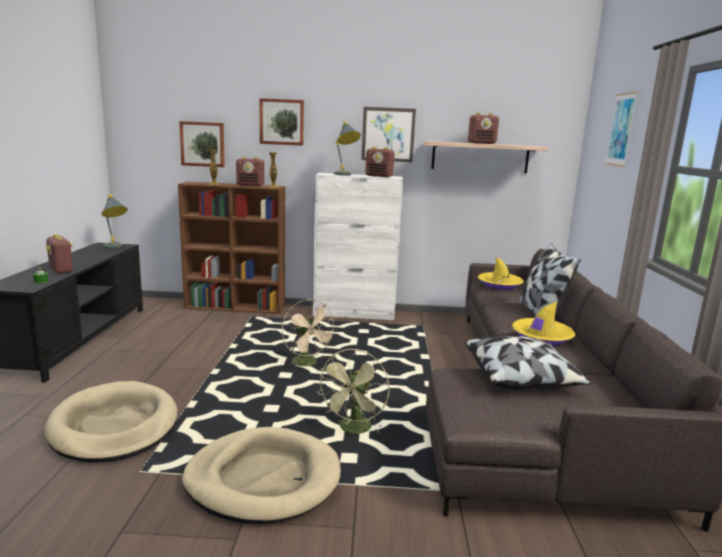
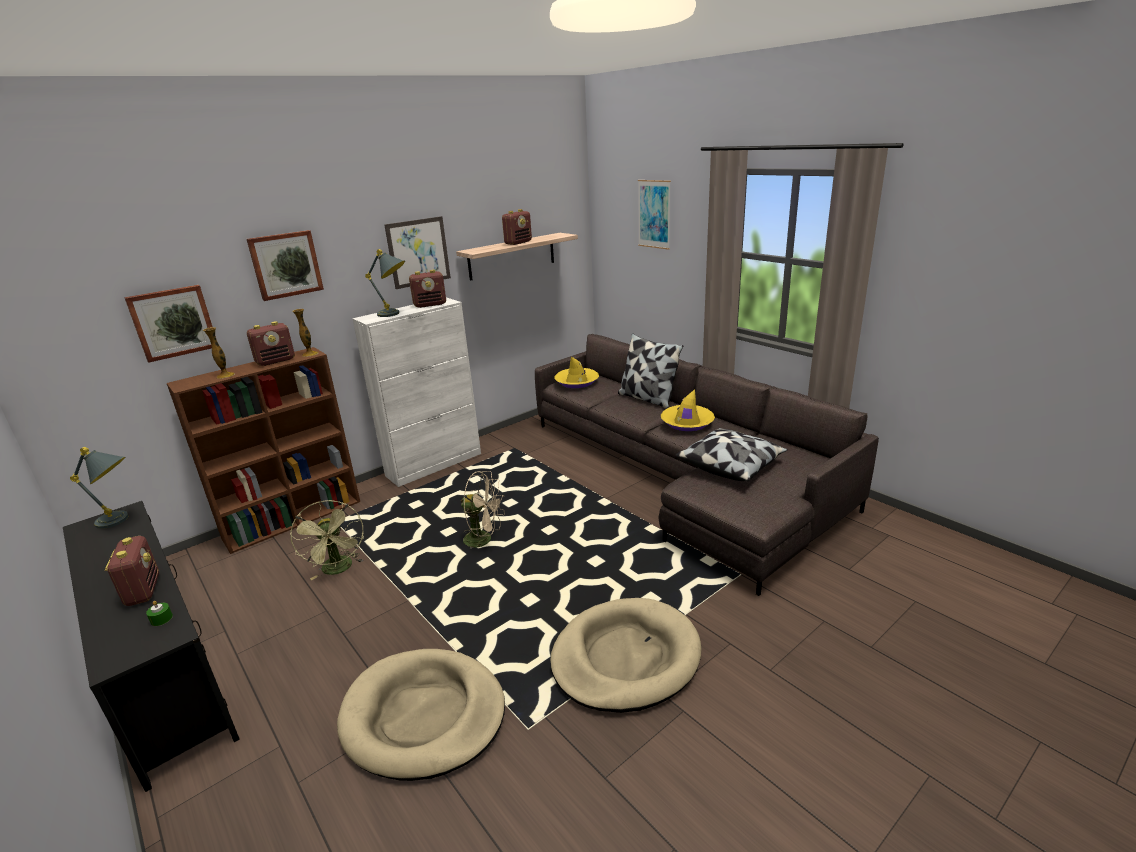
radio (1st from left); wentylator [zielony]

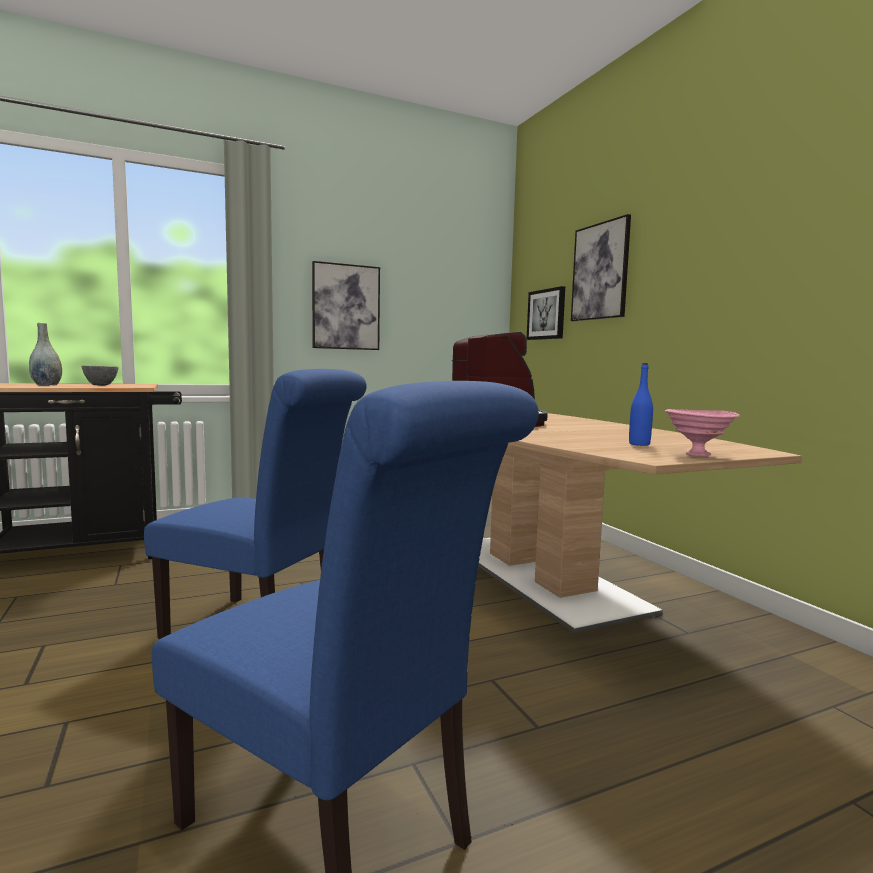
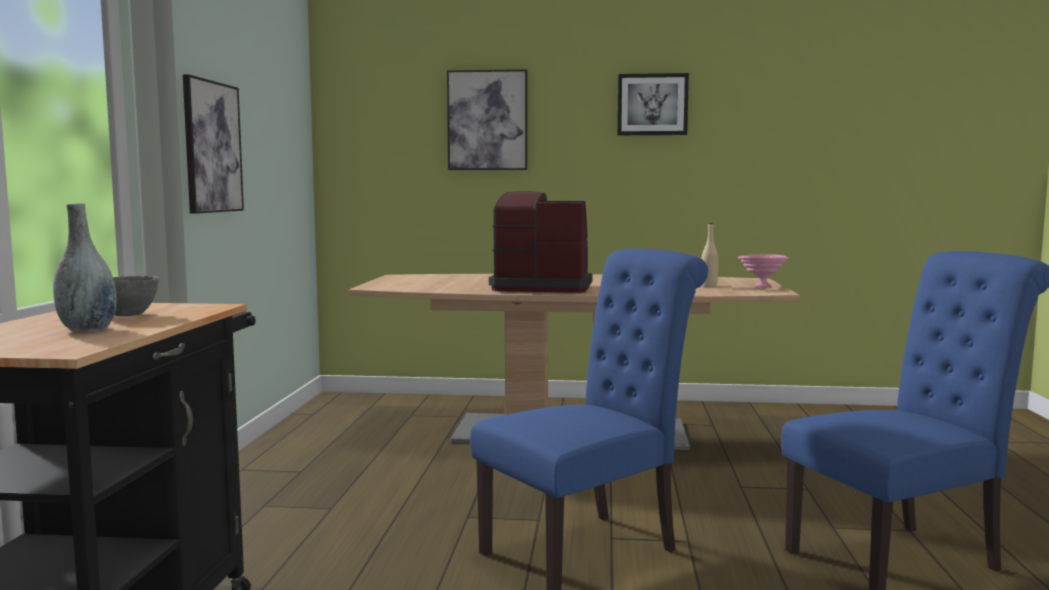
obraz (3rd from left); butelka [beżowy]

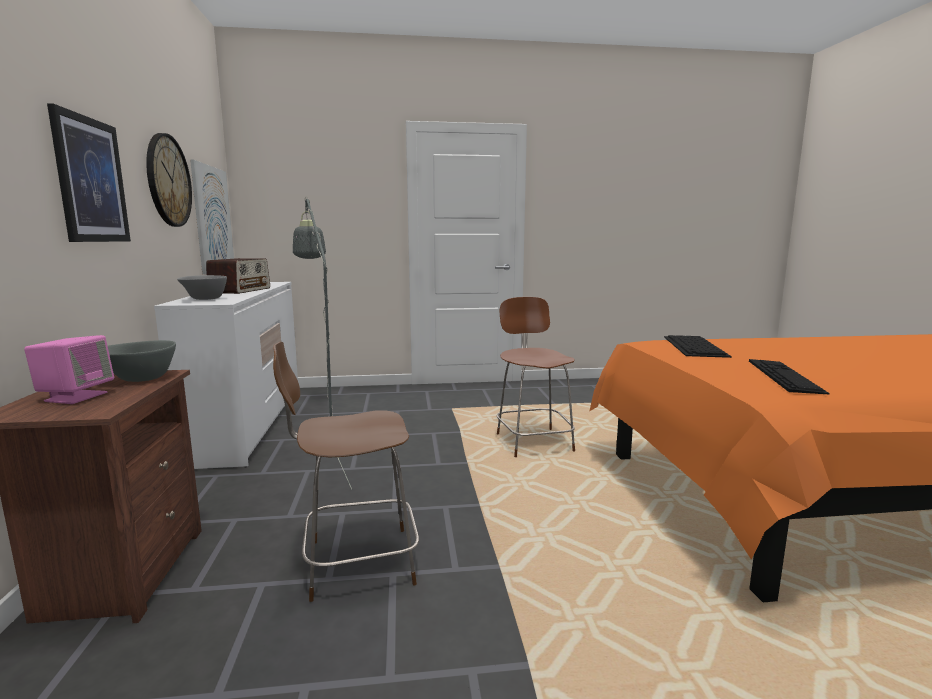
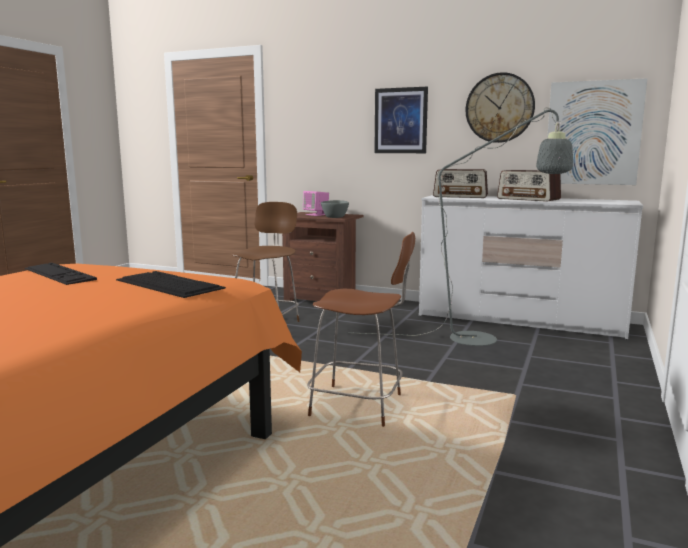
radio (1st from left)

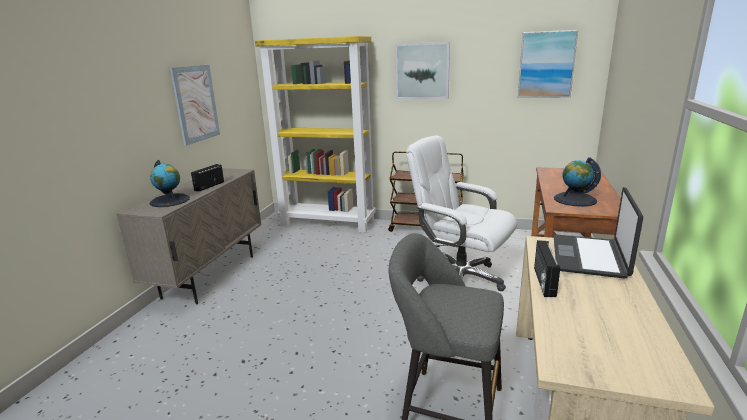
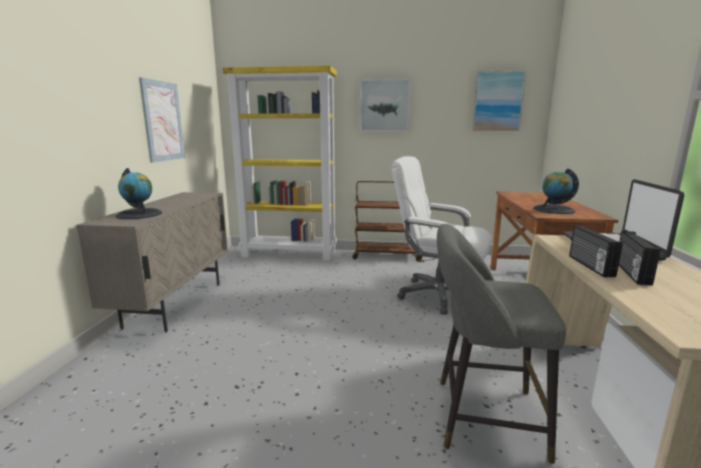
radio (2nd from left)

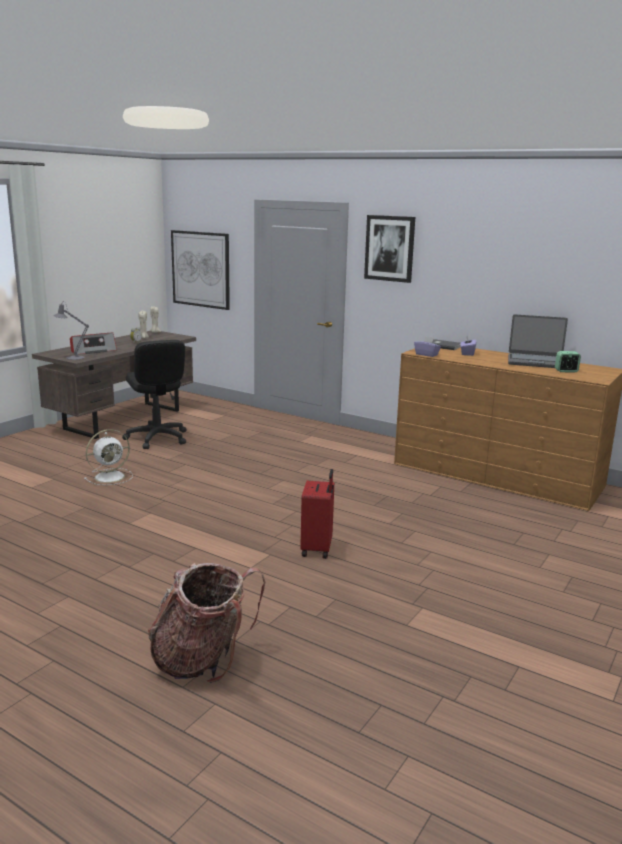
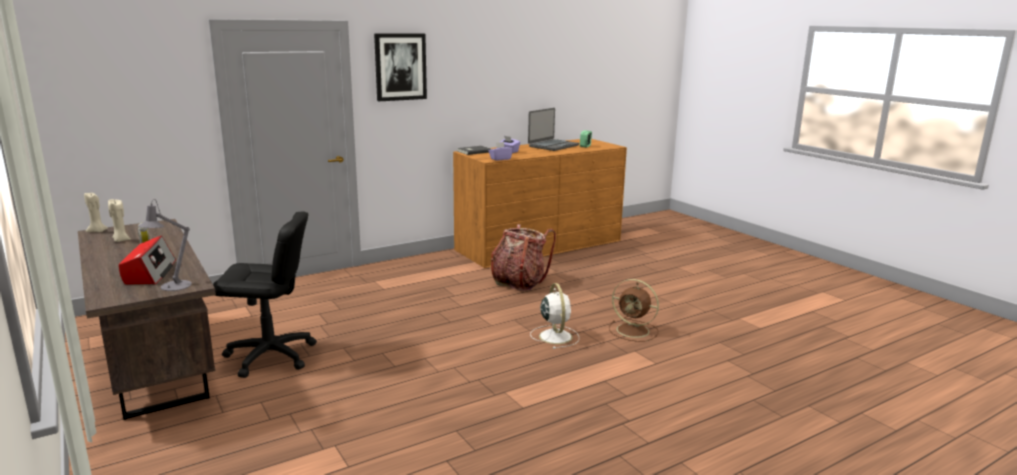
plecak; wentylator [biały]; wentylator [brązowy]; obraz (1st from left in the first image)

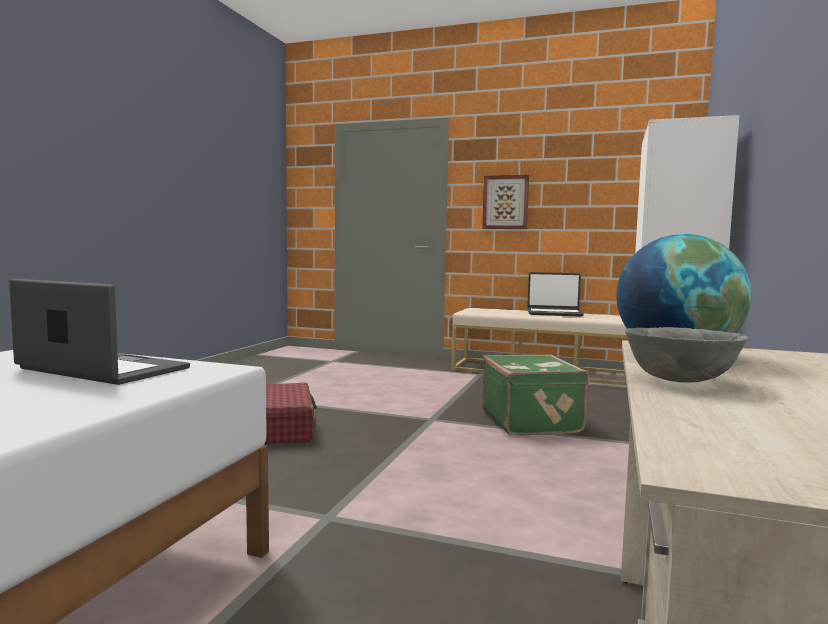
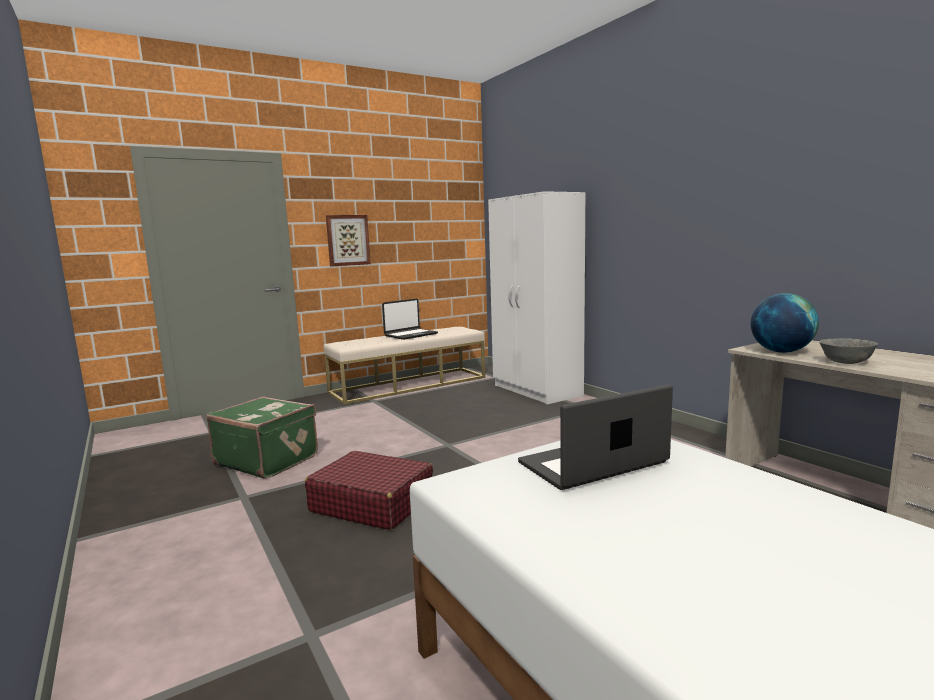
walizka [zielony]

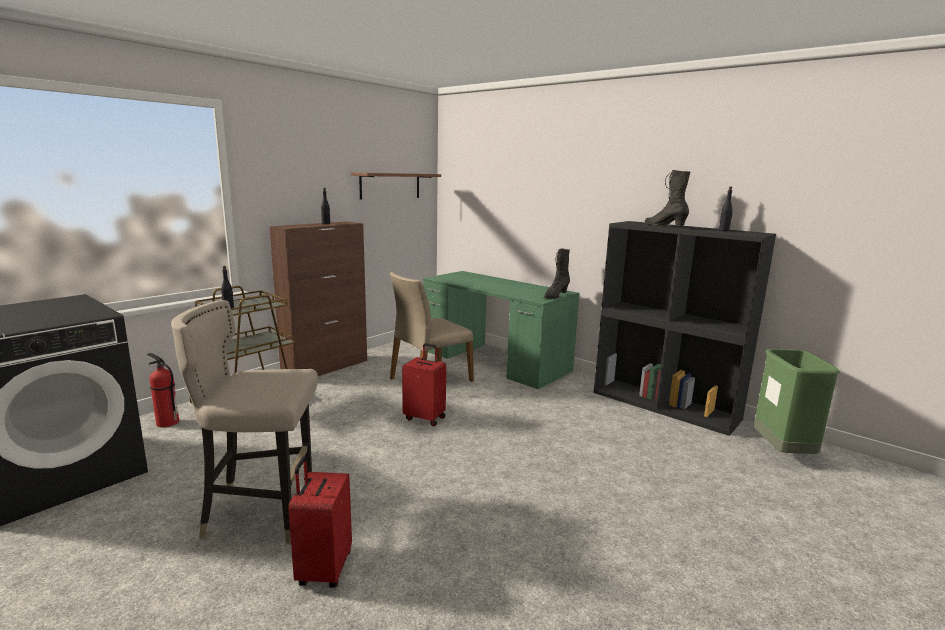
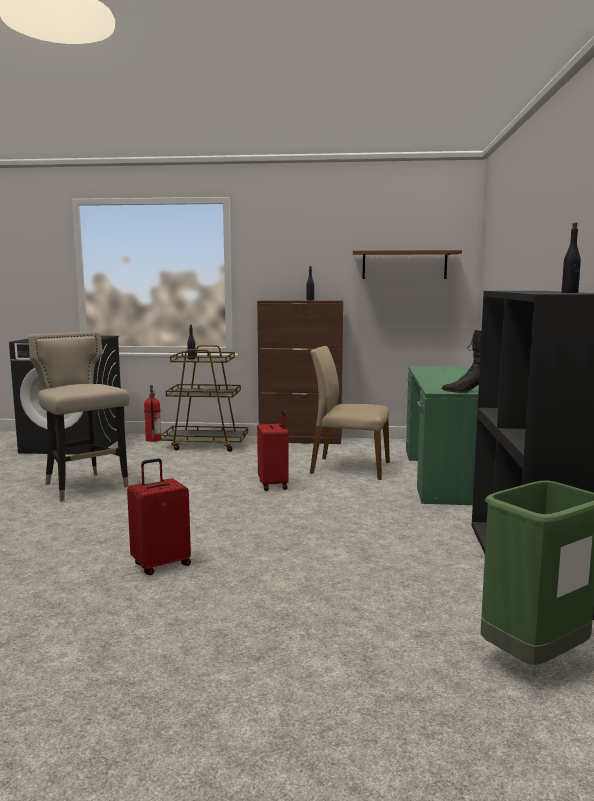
walizka [czerwony] (1st from left); but z cholewką [czarny] (2nd from left in the first image)

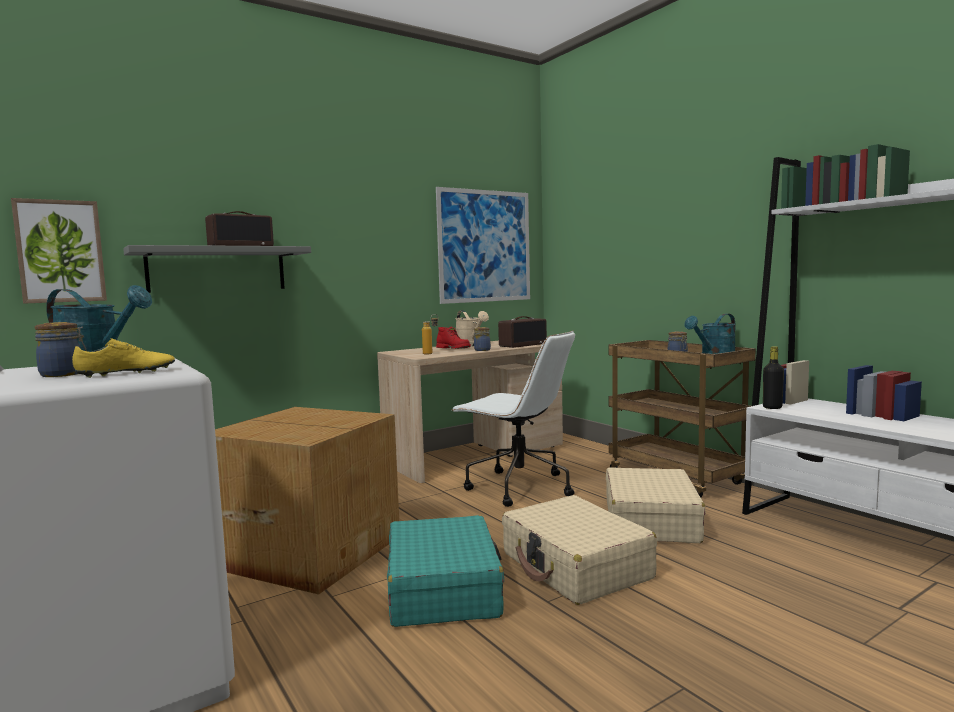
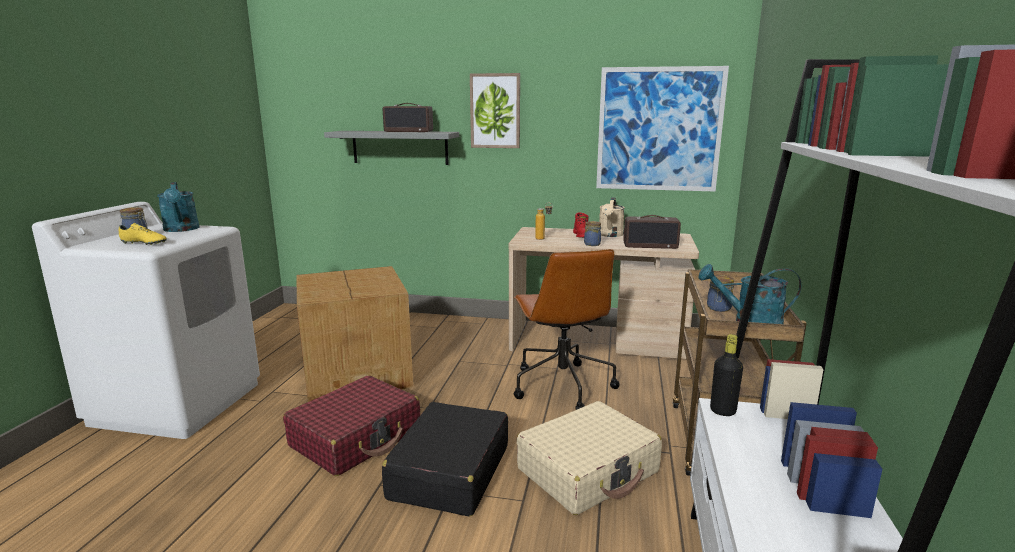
walizka [czerwony]; walizka [czarny]; obraz (1st from left); krzesło biurowe [brązowy]

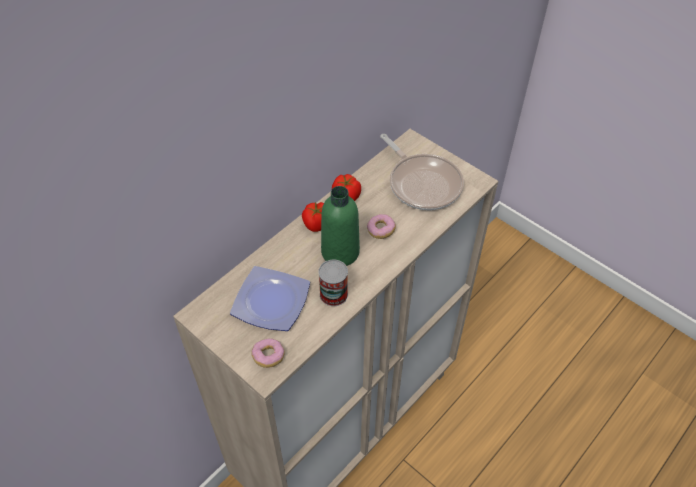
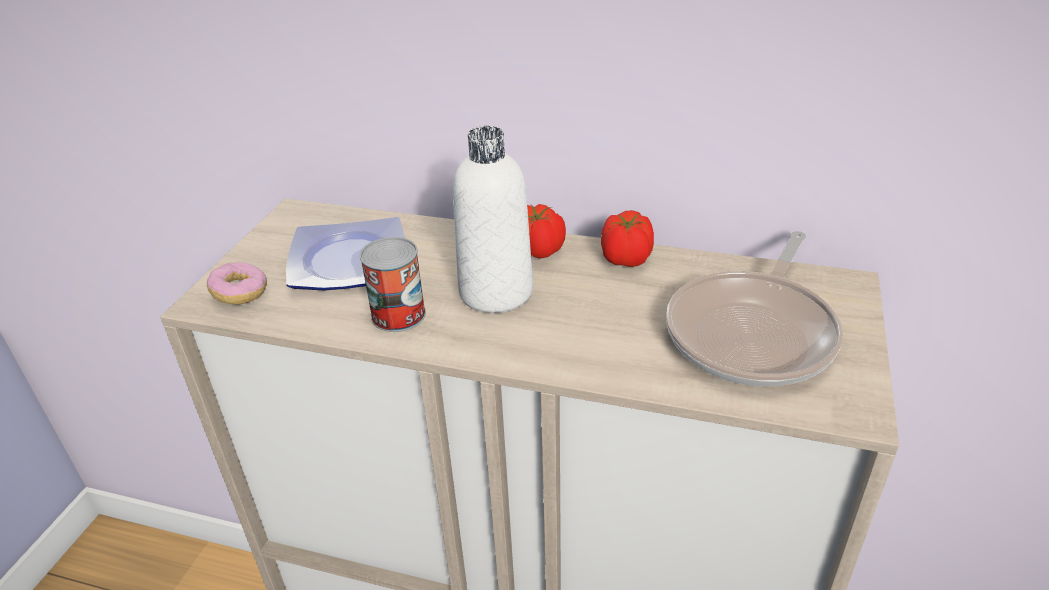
butelka [biały]; donut (2nd from left in the first image)

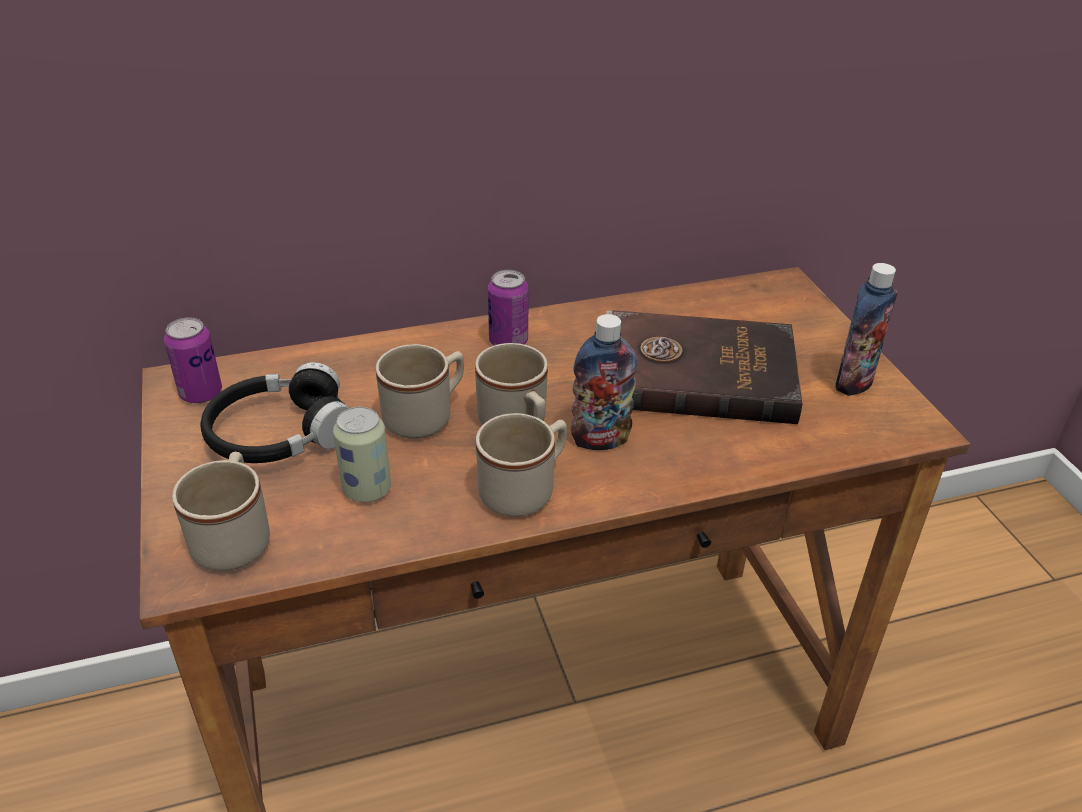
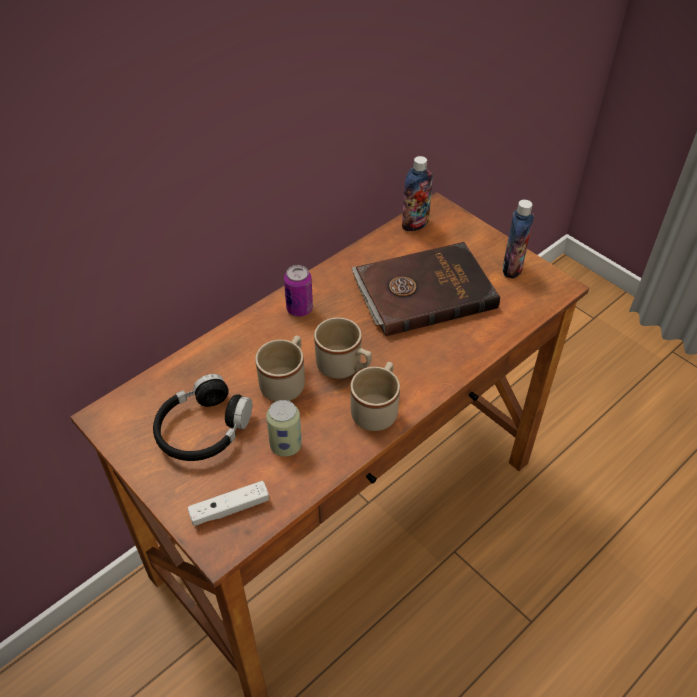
pad do gier [biały]; butelka (1st from left); puszka (1st from left in the first image)

